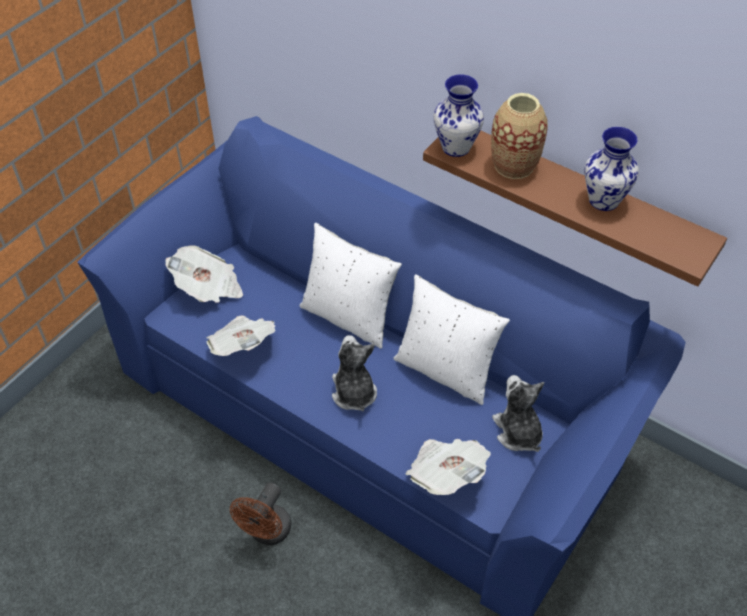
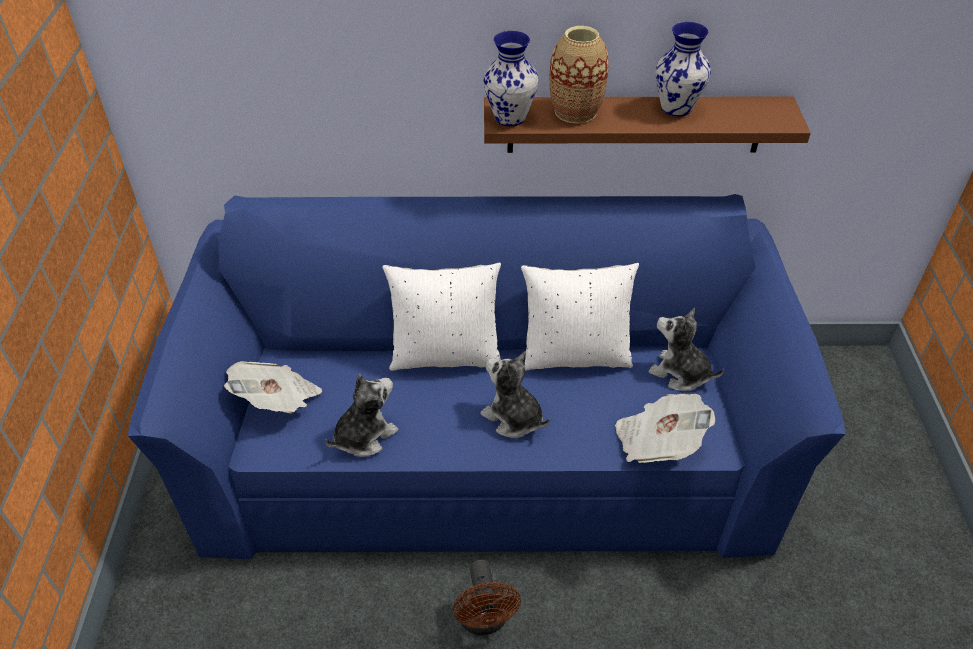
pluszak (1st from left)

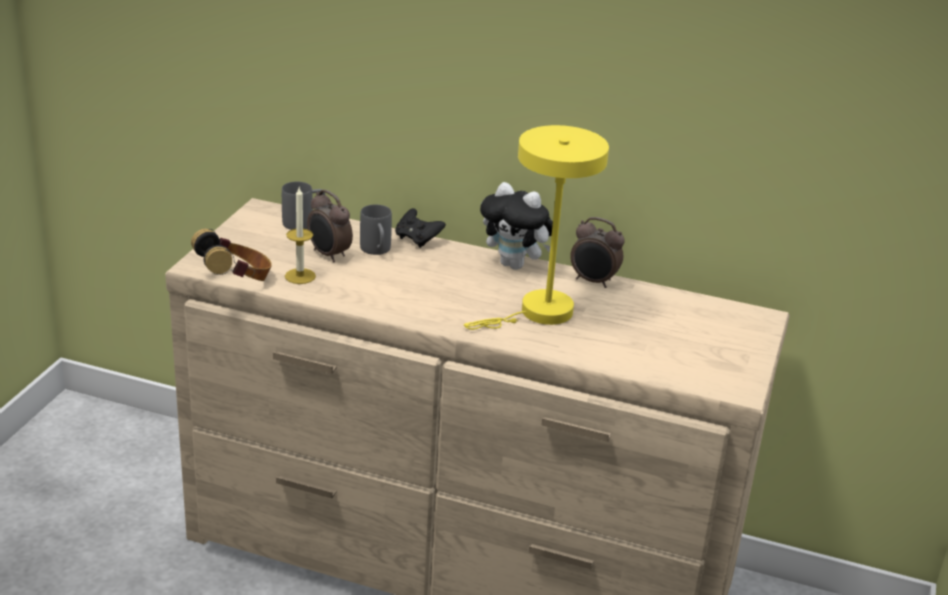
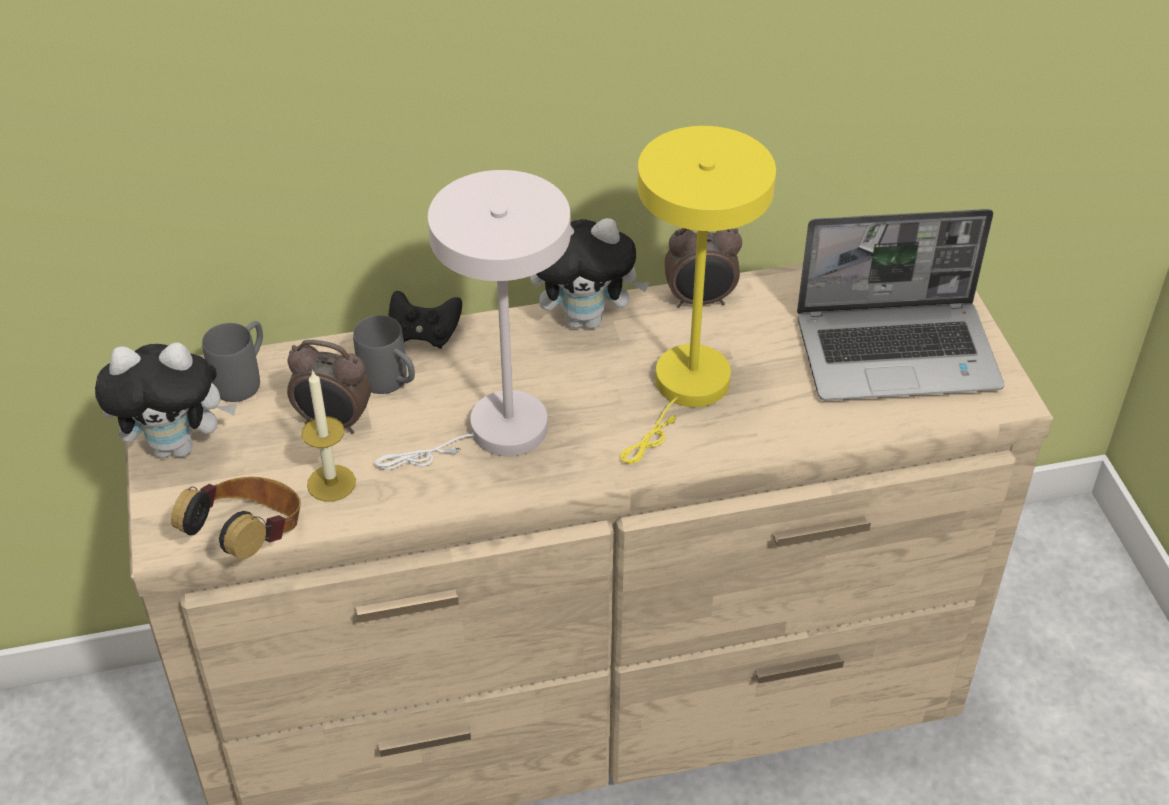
pluszak (1st from left); lampa stołowa [biały]; laptop

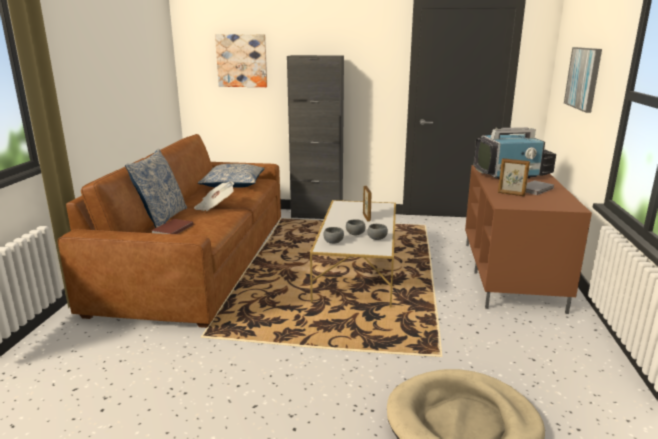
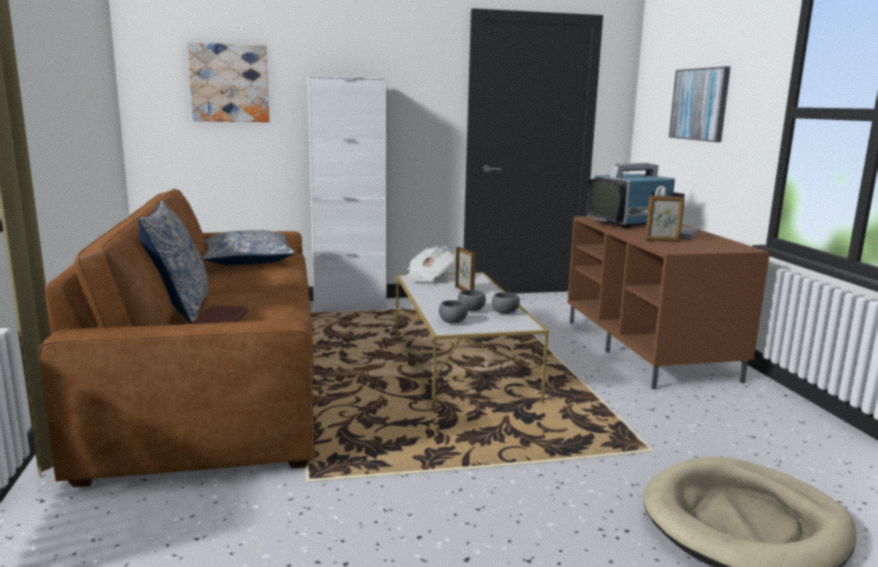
szafka [biały]; gazeta

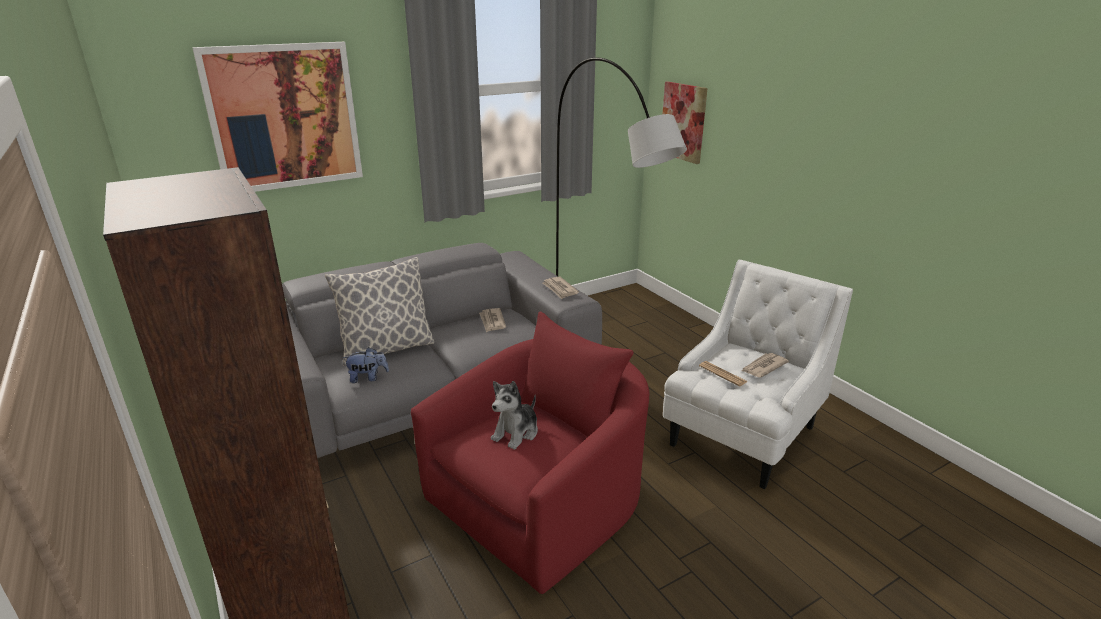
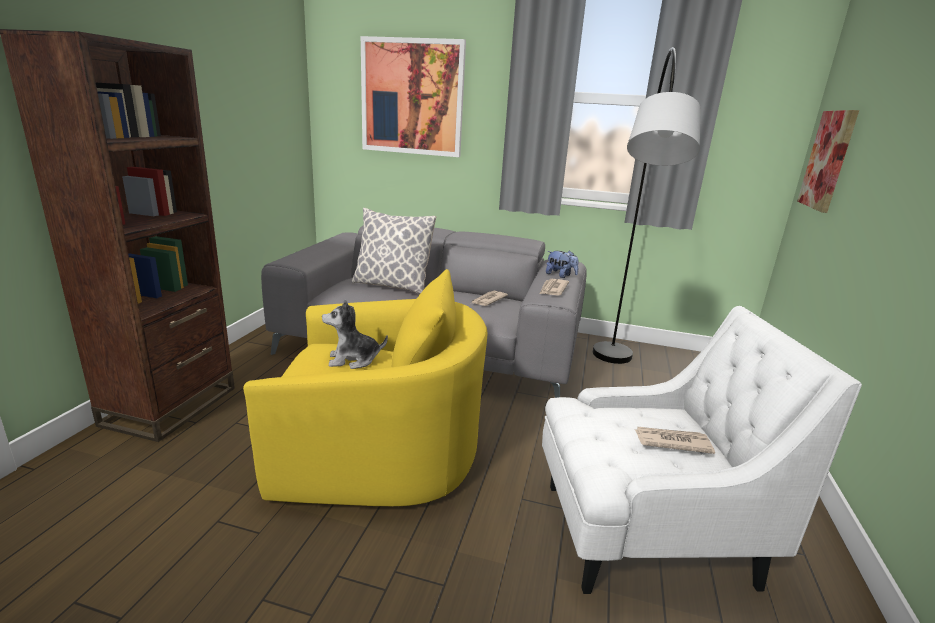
fotel [żółty]; pluszak (2nd from left); gazeta (3rd from left in the first image)

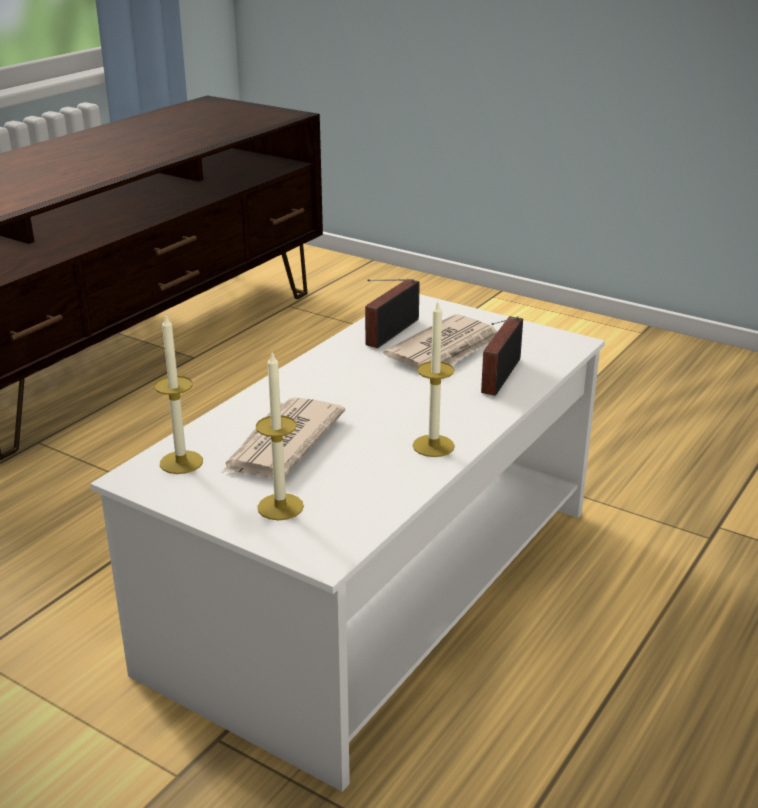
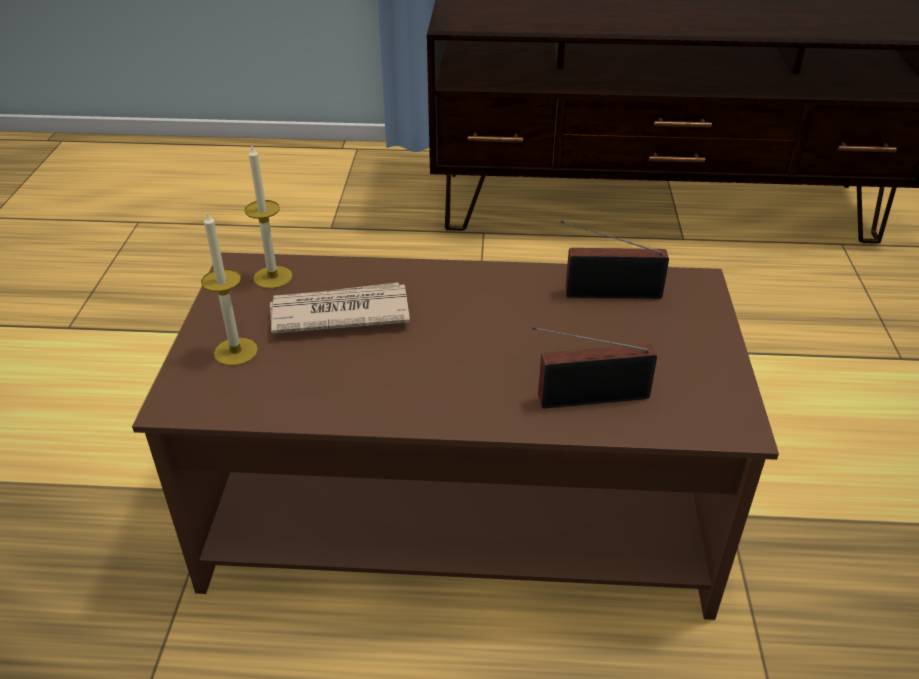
ława [brązowy]; gazeta (2nd from left in the first image); świeca (3rd from left in the first image)

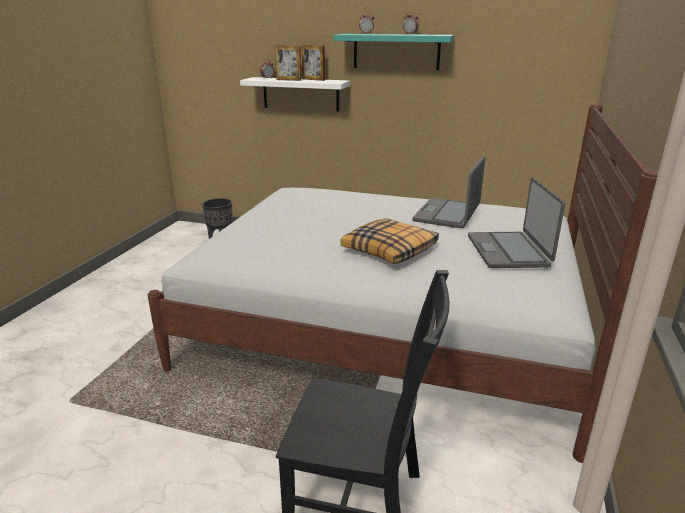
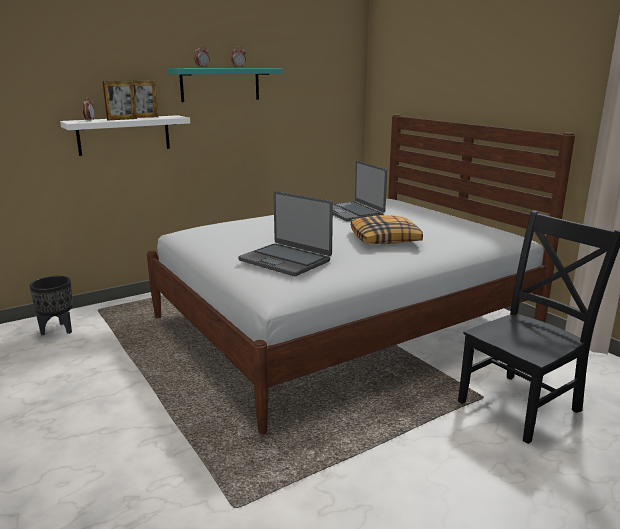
laptop (1st from left)

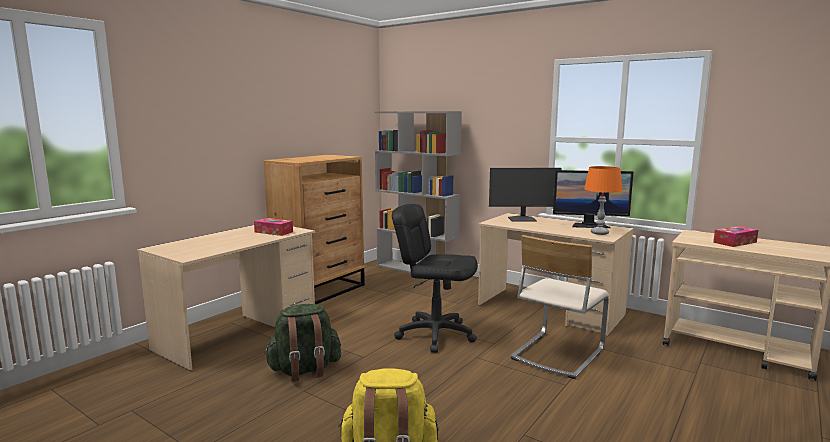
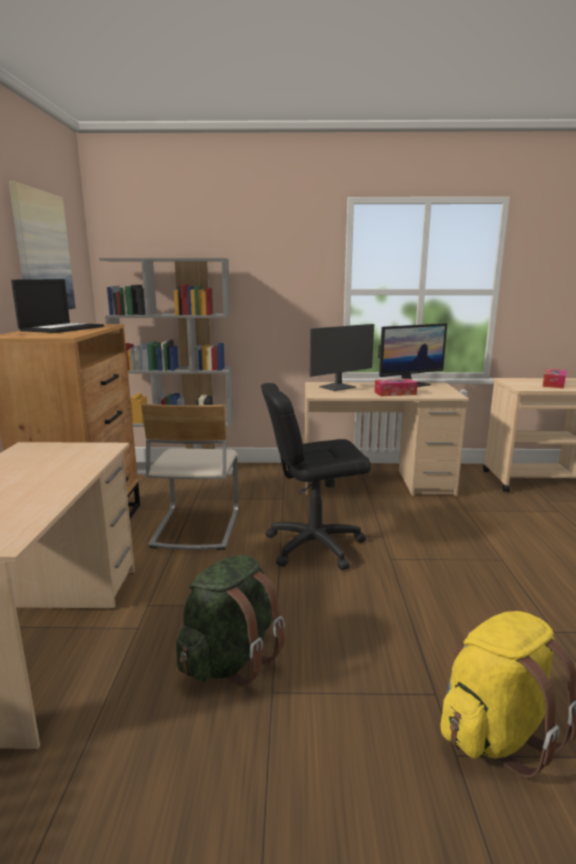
obraz; laptop; krzesło [beżowy]; pudełko chusteczek (1st from left); lampa stołowa [pomarańczowy]

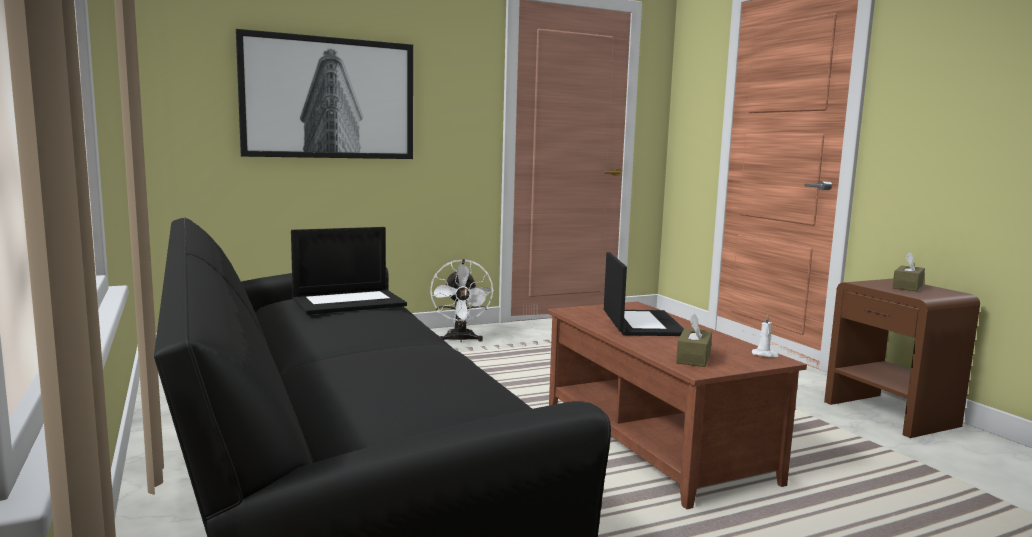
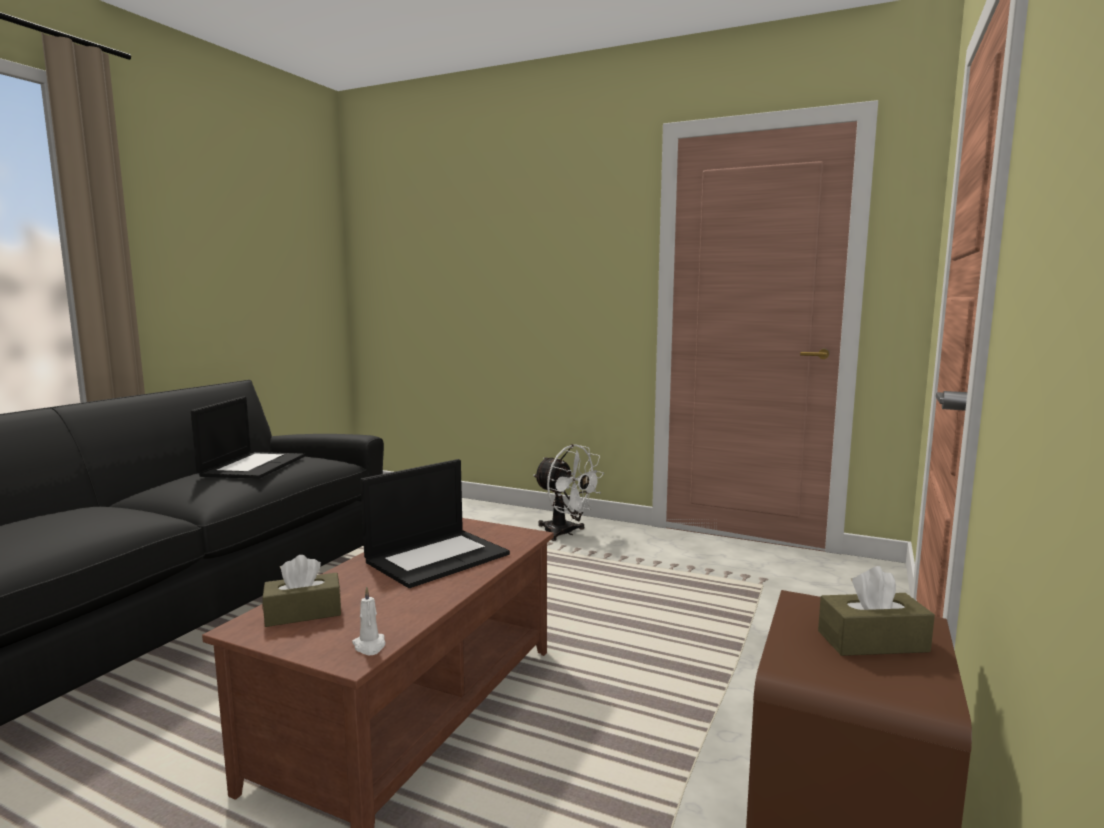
laptop (1st from left); wentylator [biały]; obraz

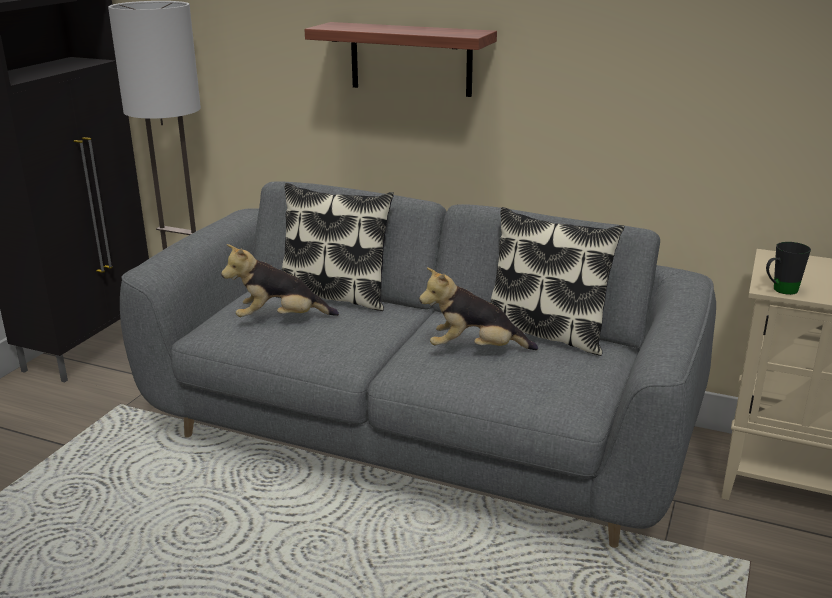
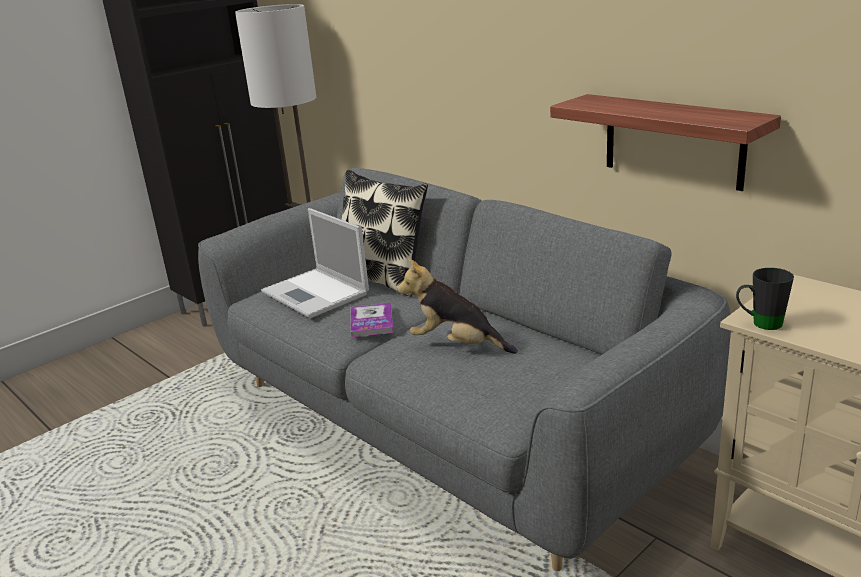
laptop; książka; półka; poduszka (2nd from left in the first image)

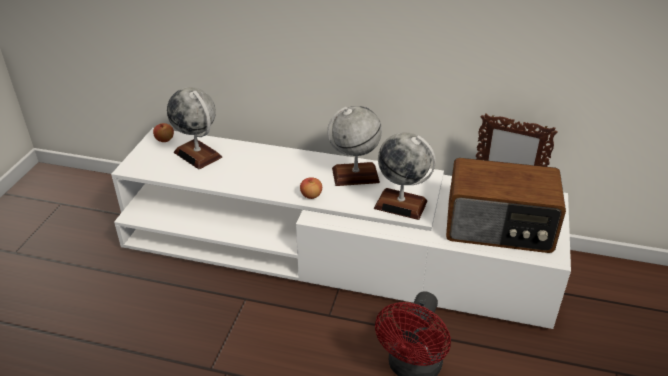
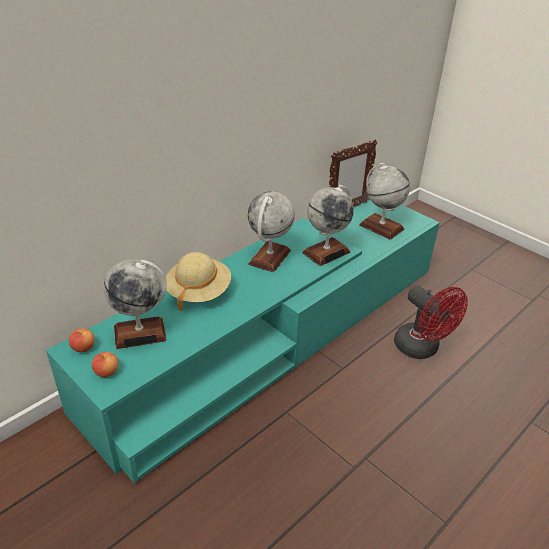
szafka pod telewizor [turkusowy]; jabłko (2nd from left); kapelusz [beżowy]; globus (4th from left)

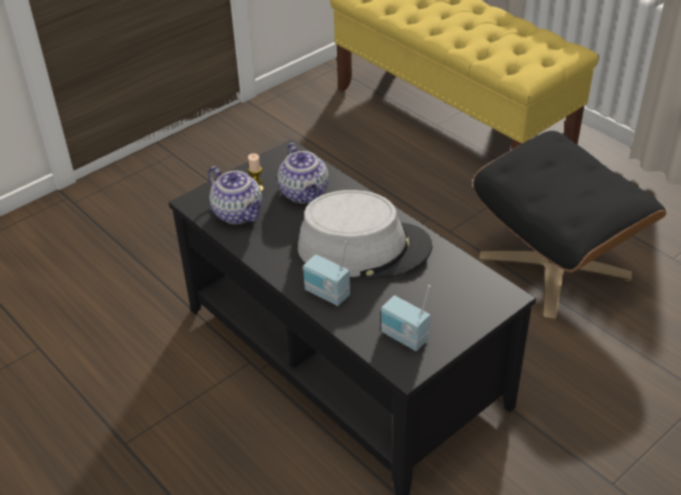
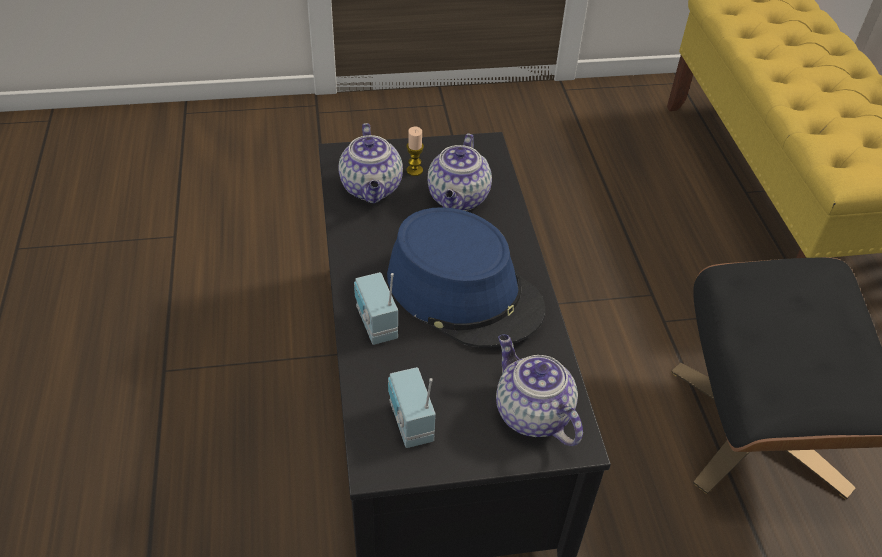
kapelusz [niebieski]; imbryk (3rd from left)

